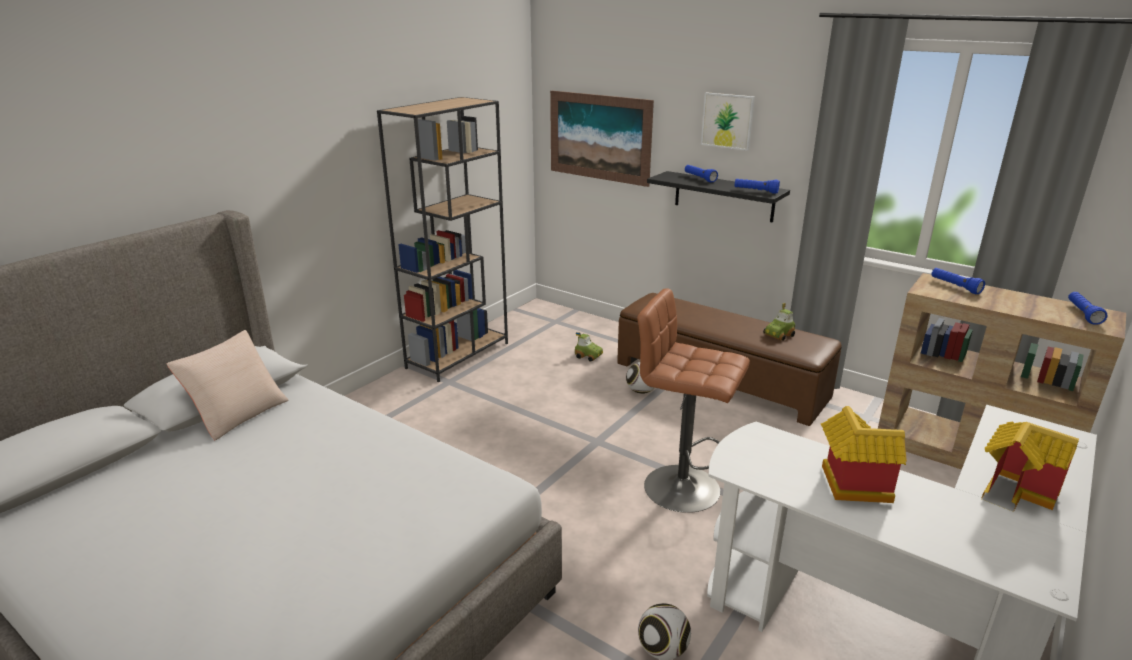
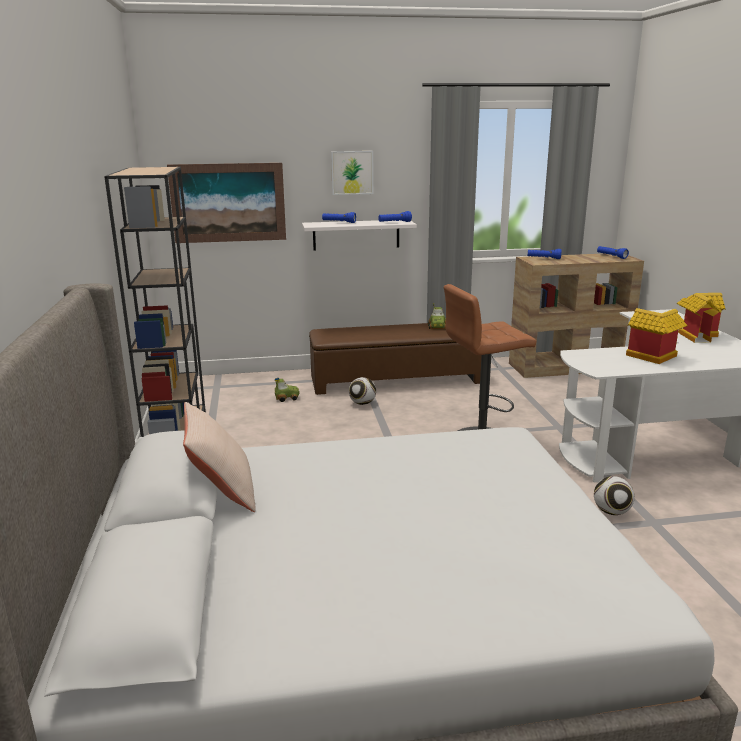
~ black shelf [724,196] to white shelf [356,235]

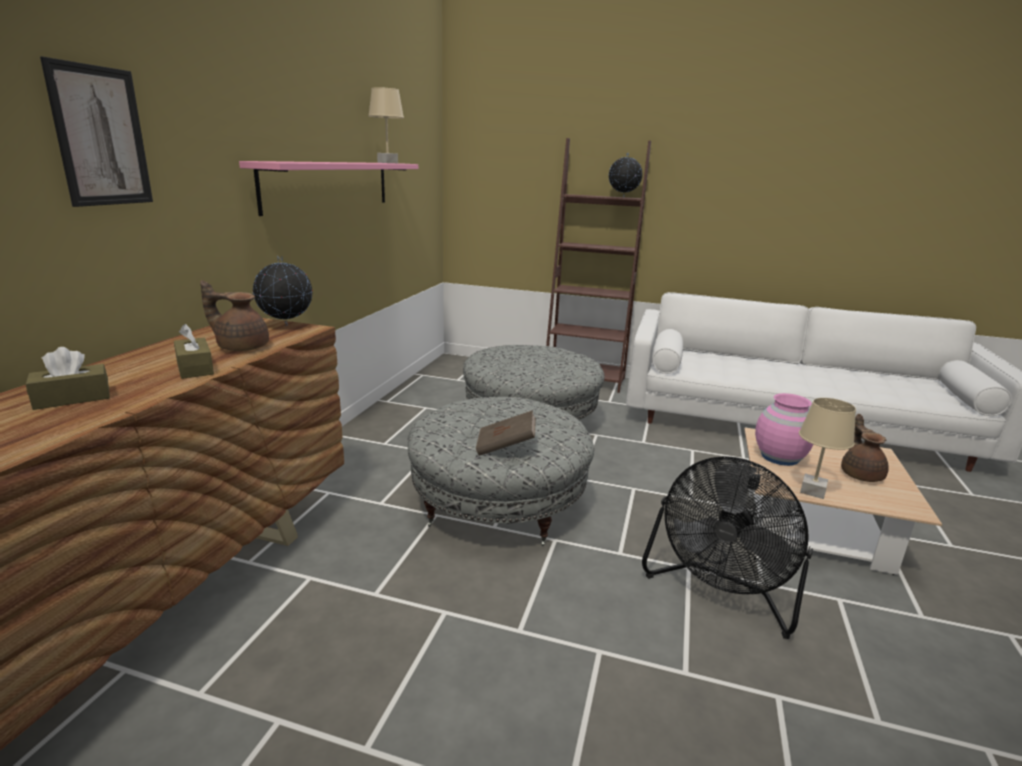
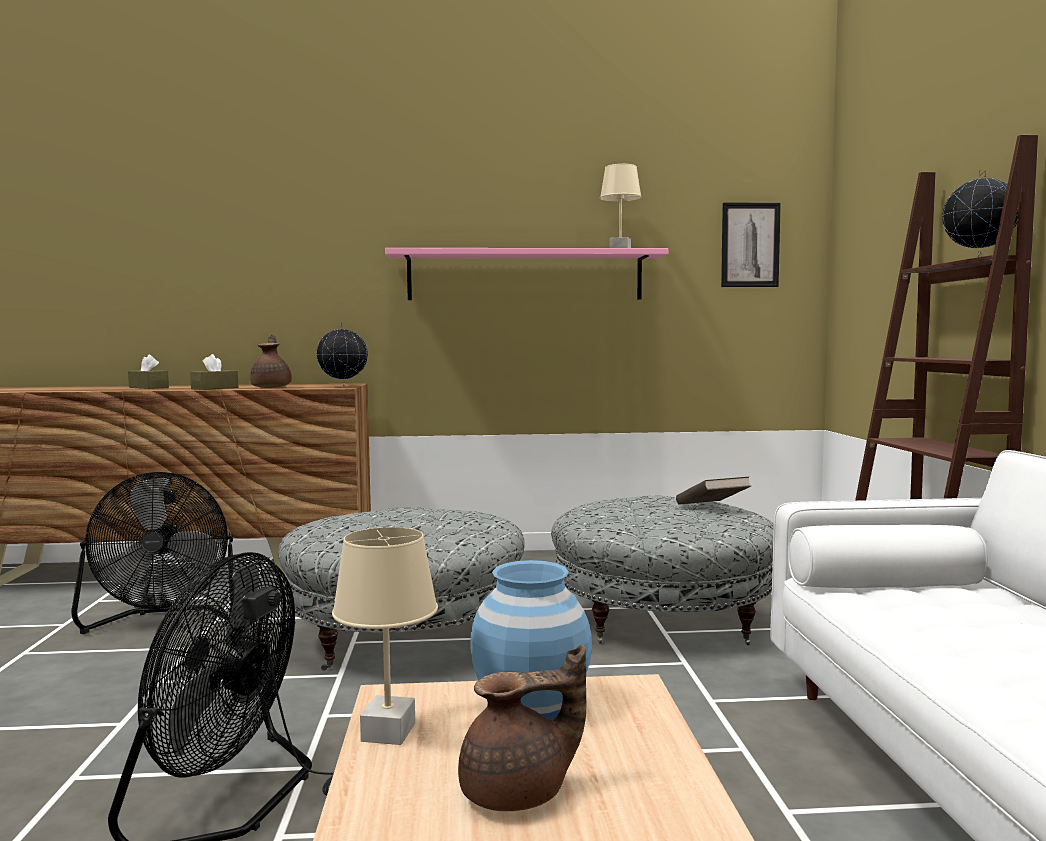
~ picture [101,136] to [750,245]
~ brown book [505,447] to [712,508]
~ pink vase [780,457] to blue vase [530,705]
+ black fan [160,619]

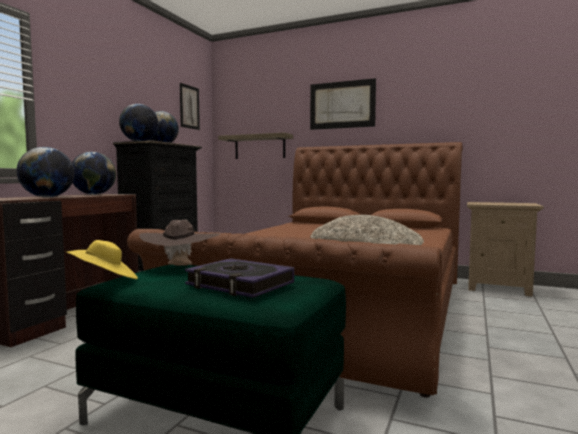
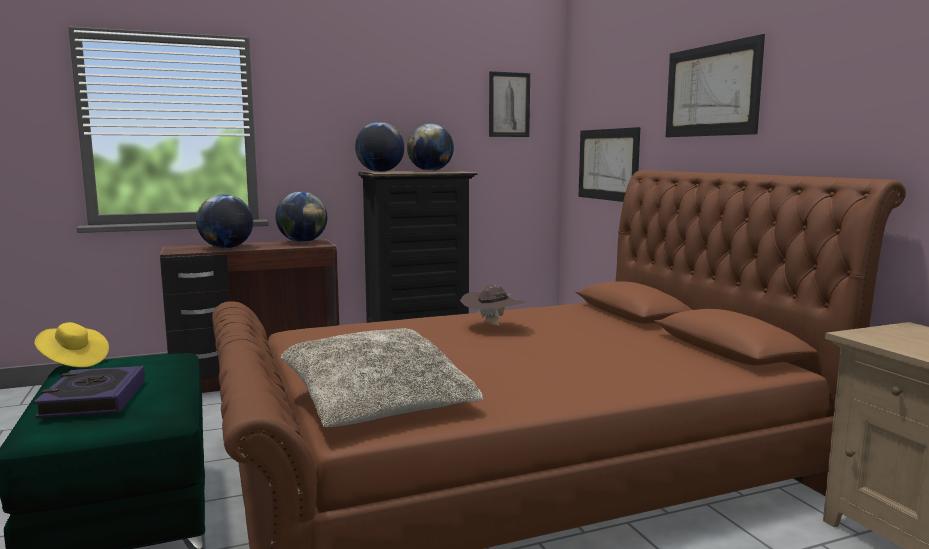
~ brown hat [180,267] to [493,327]
~ shelf [260,147] to picture [607,164]

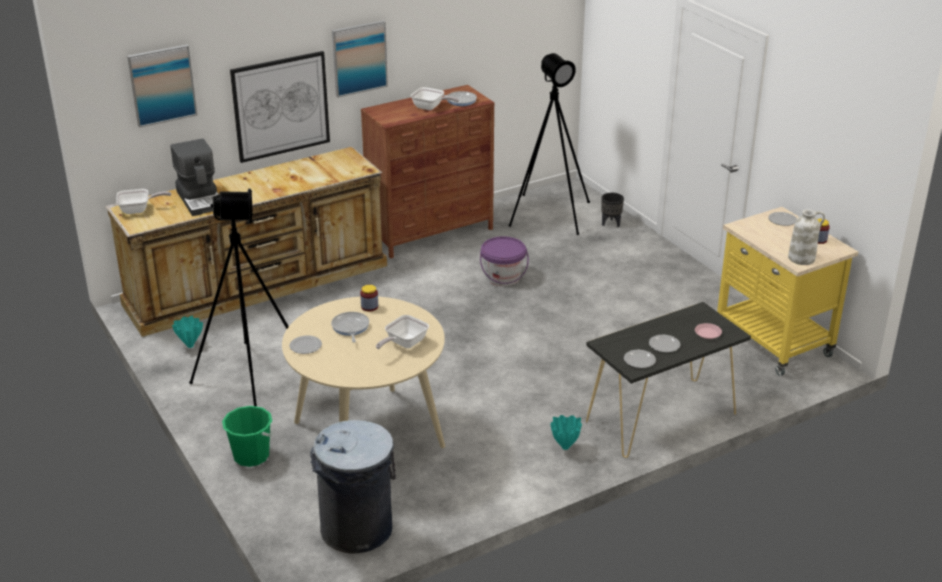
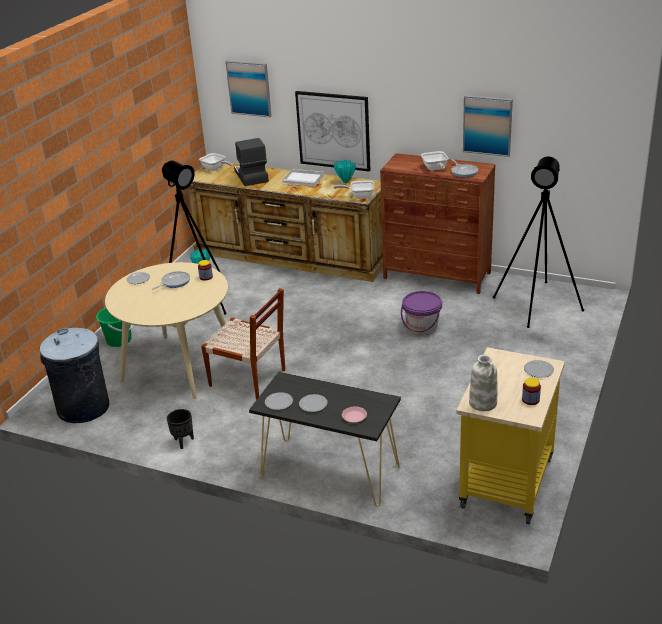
~ coffee machine [201,199] = [250,176] 135 degrees clockwise
~ picture [359,58] to [487,125]
~ frying pan [403,344] to [359,196]
~ turquoise vase [564,447] to [345,182]
~ black planter [610,224] to [183,442]
+ chair [249,379]
+ white tray [304,179]

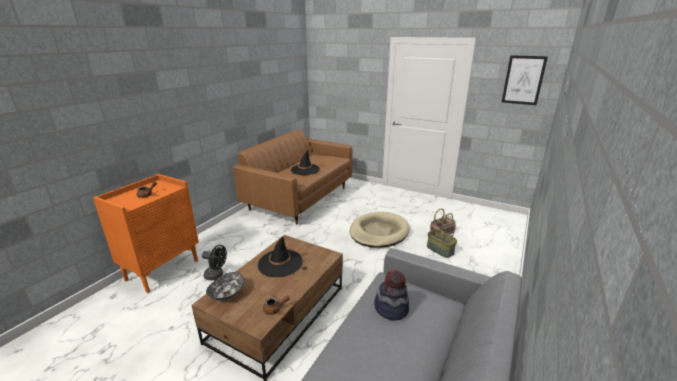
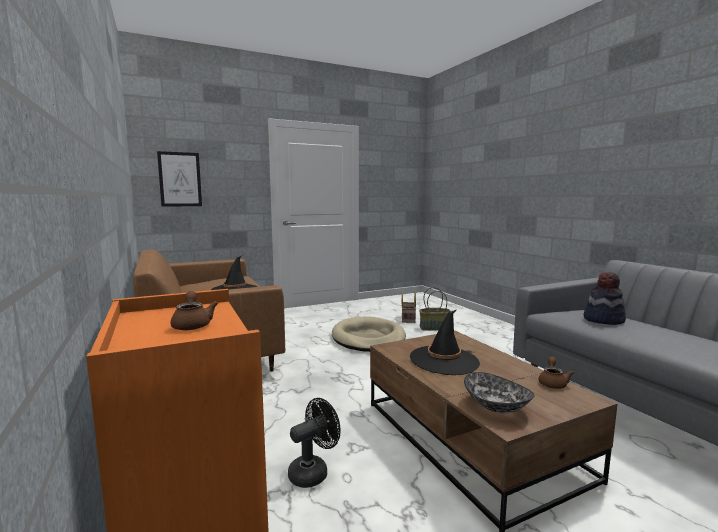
~ picture [523,80] to [180,179]

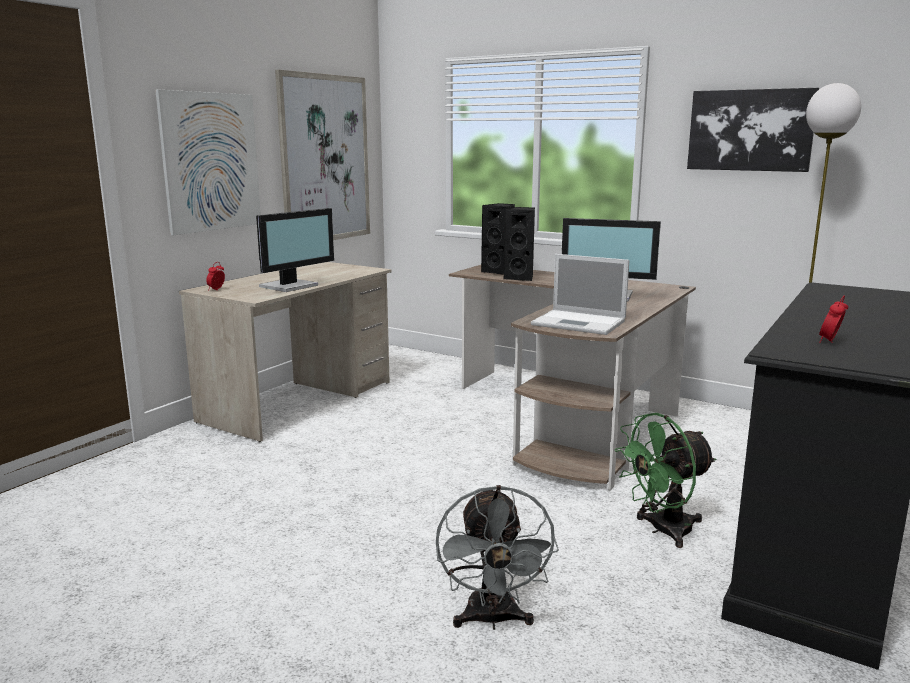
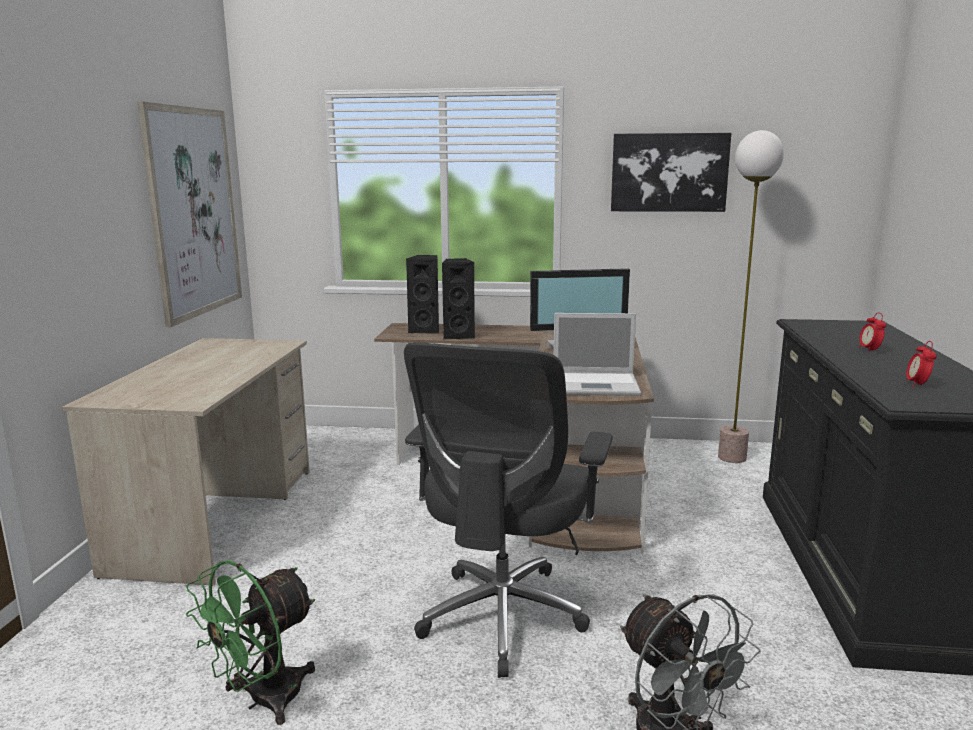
- picture [211,162]
~ alarm clock [216,290] to [869,350]
- monitor [291,286]
~ green fan [662,530] to [263,701]
+ office chair [502,613]

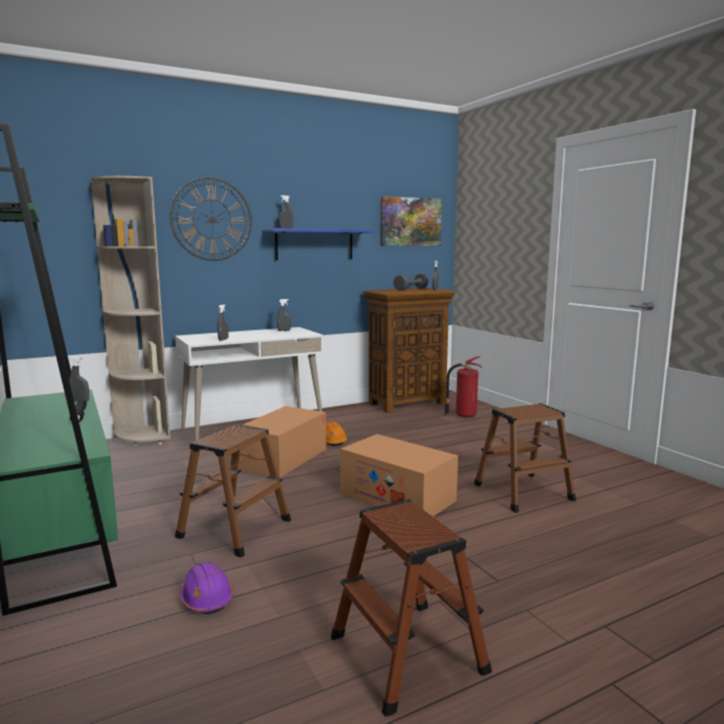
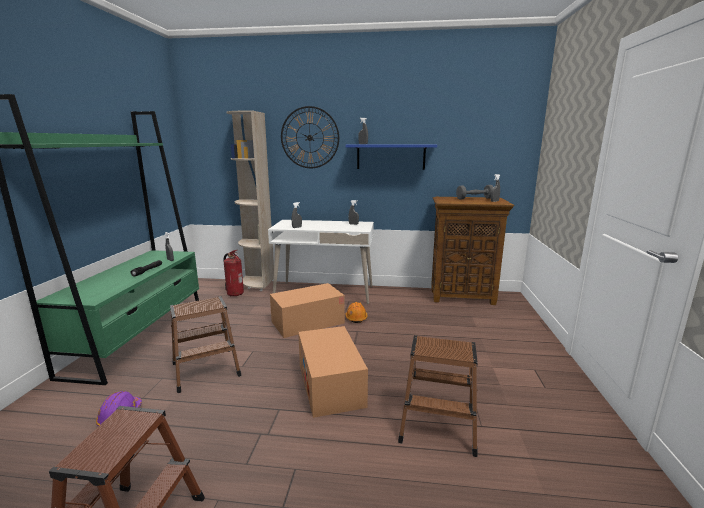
- picture [410,221]
~ fire extinguisher [464,415] to [235,294]

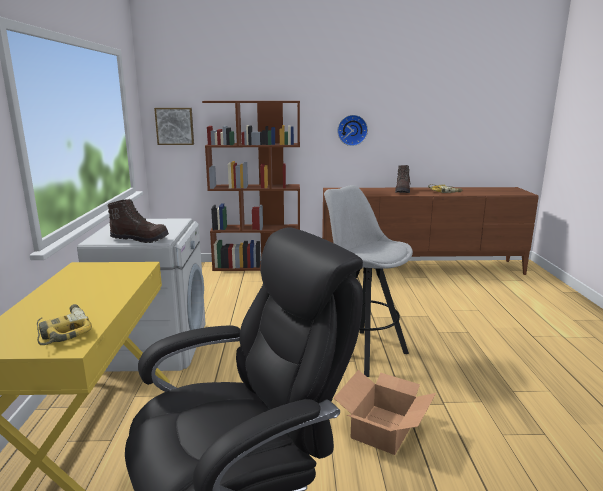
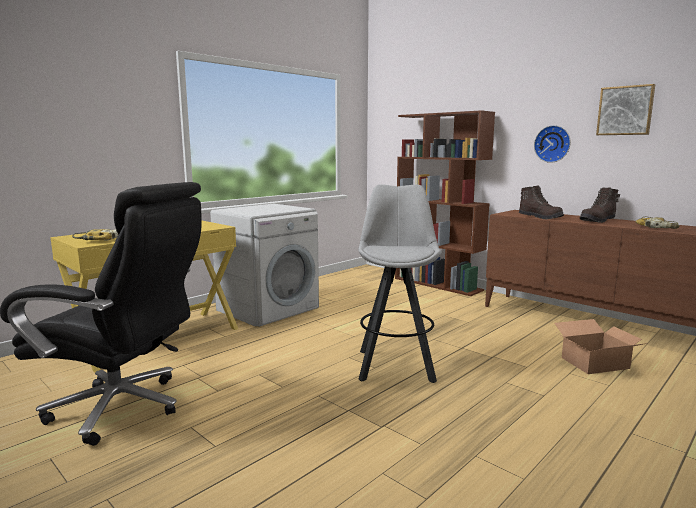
~ brown boot [140,239] to [540,217]
~ picture [175,126] to [625,110]
~ cardboard box [384,428] to [596,363]

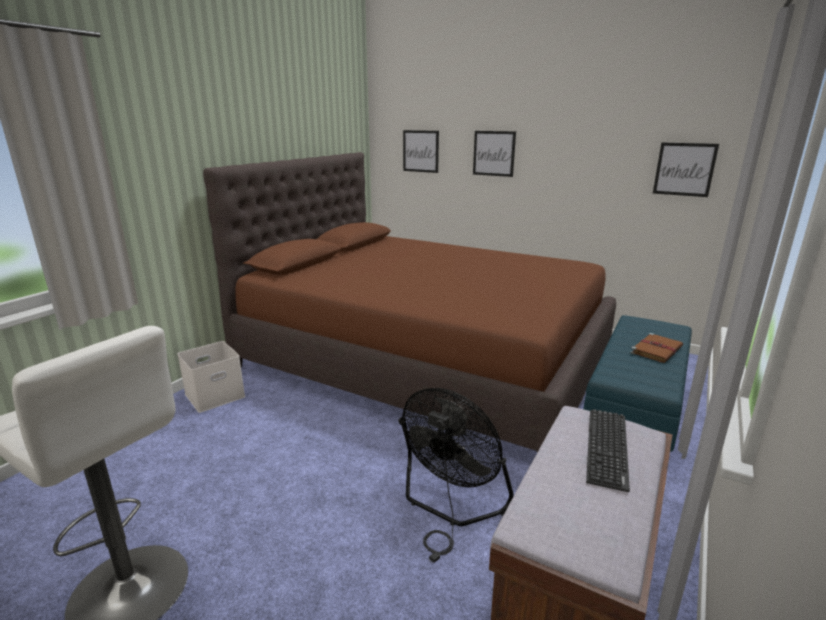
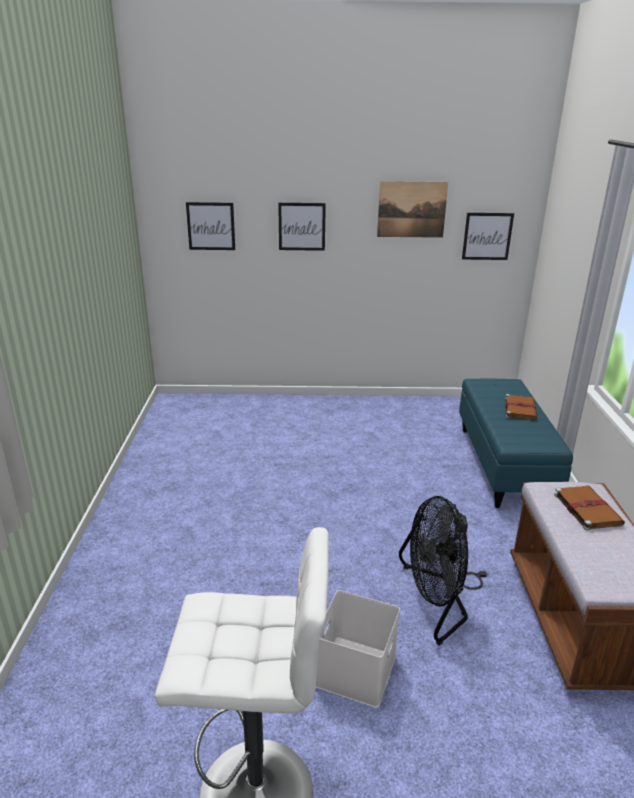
~ white storage box [215,394] to [354,669]
- brown bed [424,359]
~ black fan [445,505] = [440,597] 105 degrees counterclockwise
~ keyboard [607,447] to brown book [586,508]
+ picture [411,209]

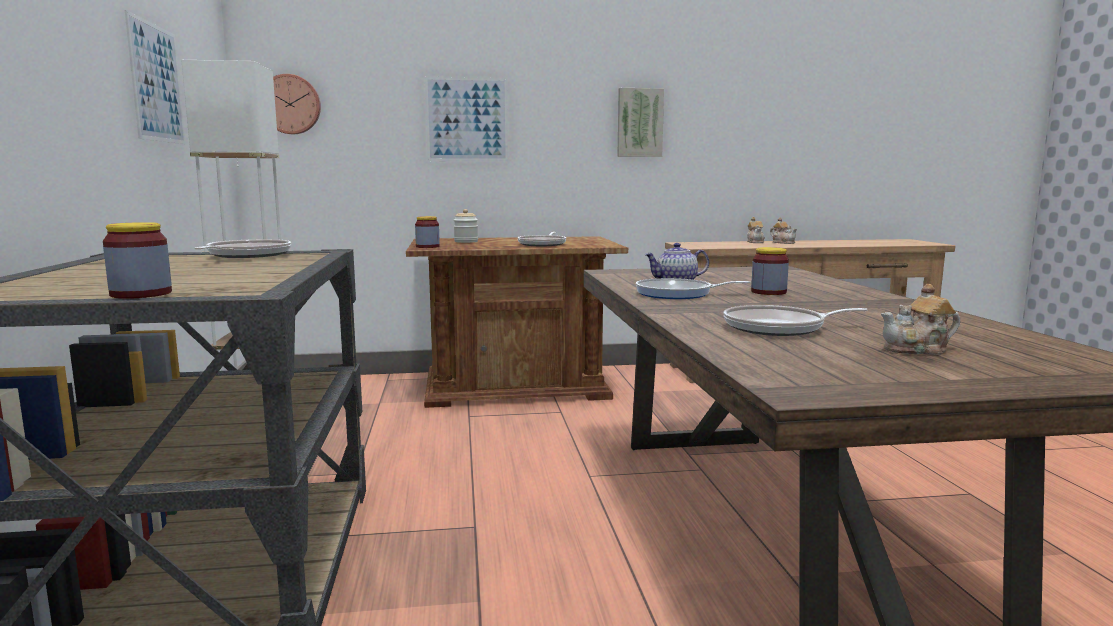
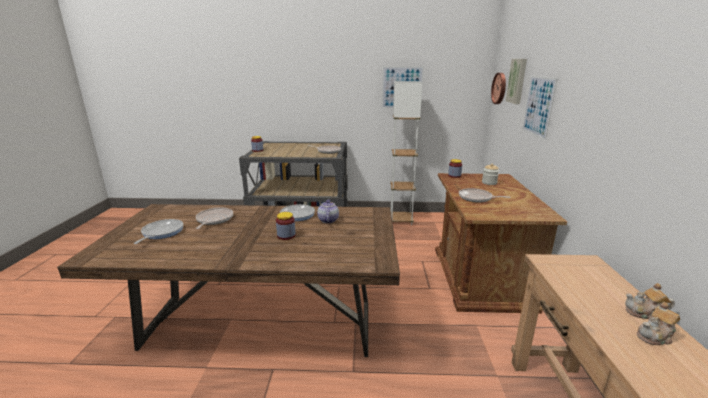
~ picture [639,123] to [517,81]
~ teapot [918,350] to frying pan [161,232]

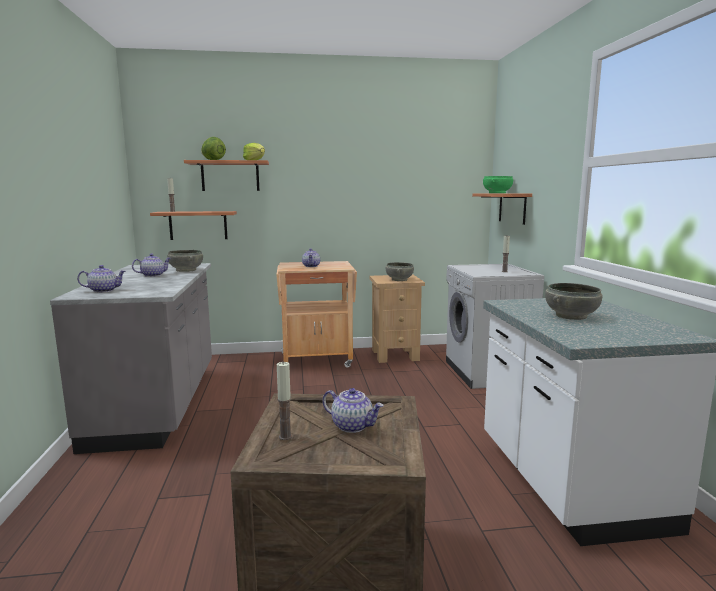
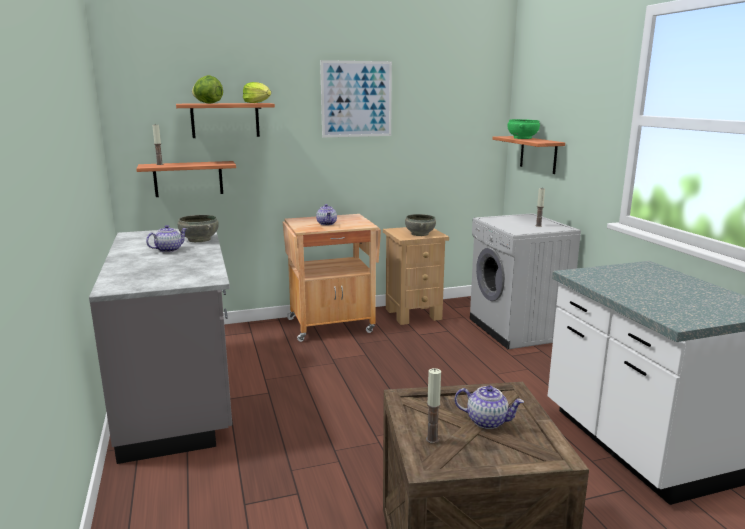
- teapot [104,290]
- grey bowl [570,316]
+ picture [356,99]

